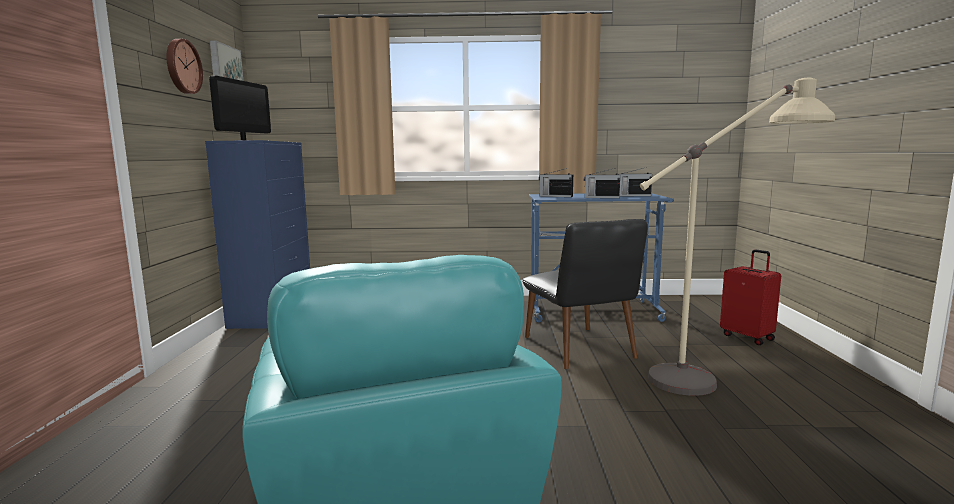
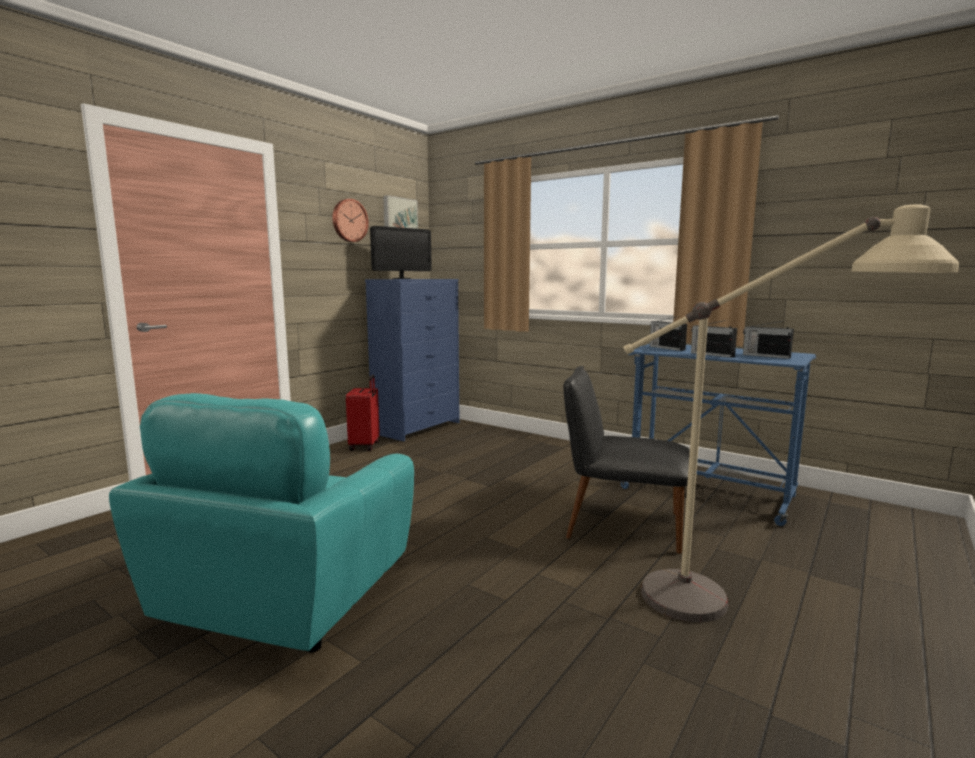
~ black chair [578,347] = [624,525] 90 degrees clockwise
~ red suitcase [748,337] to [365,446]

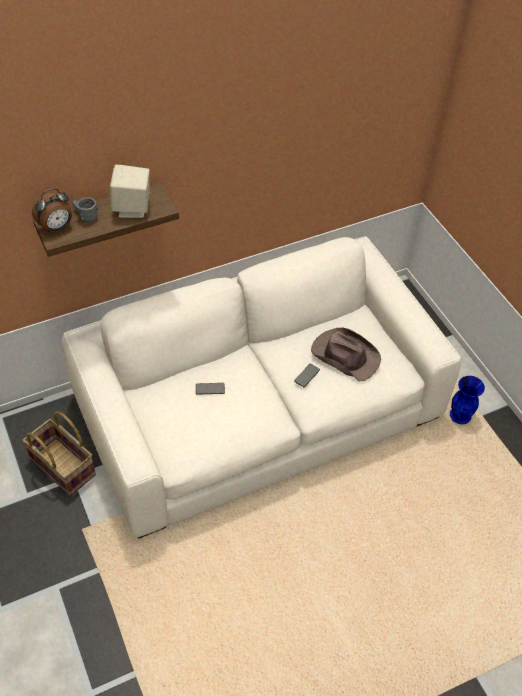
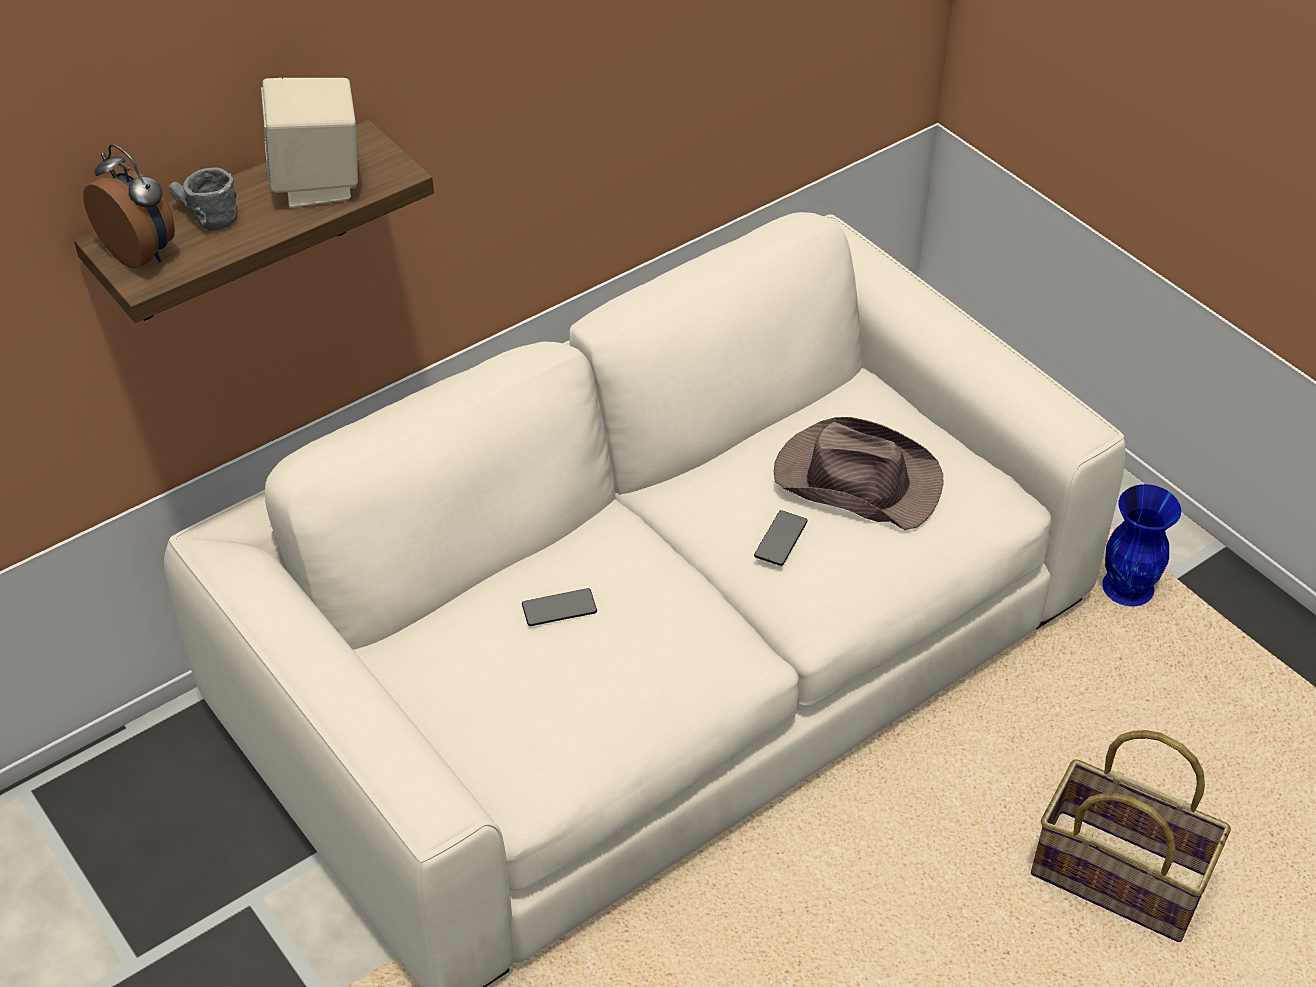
~ basket [64,466] to [1120,876]
~ alarm clock [57,227] = [142,252] 90 degrees counterclockwise

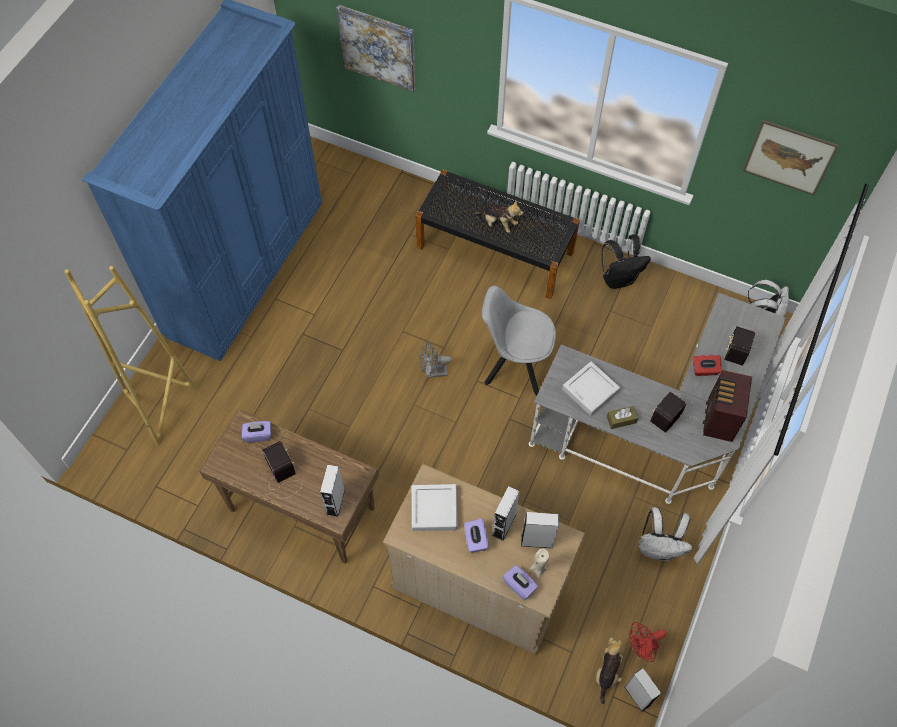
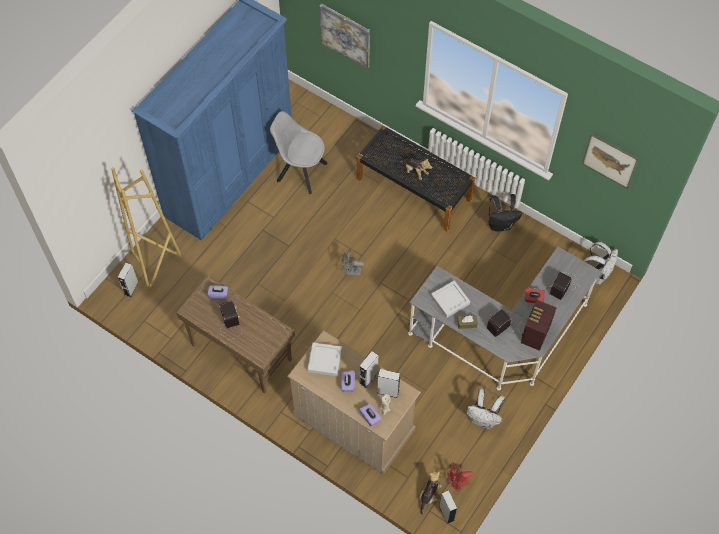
~ grey speaker [335,502] to [131,288]
~ grey chair [515,364] to [300,171]

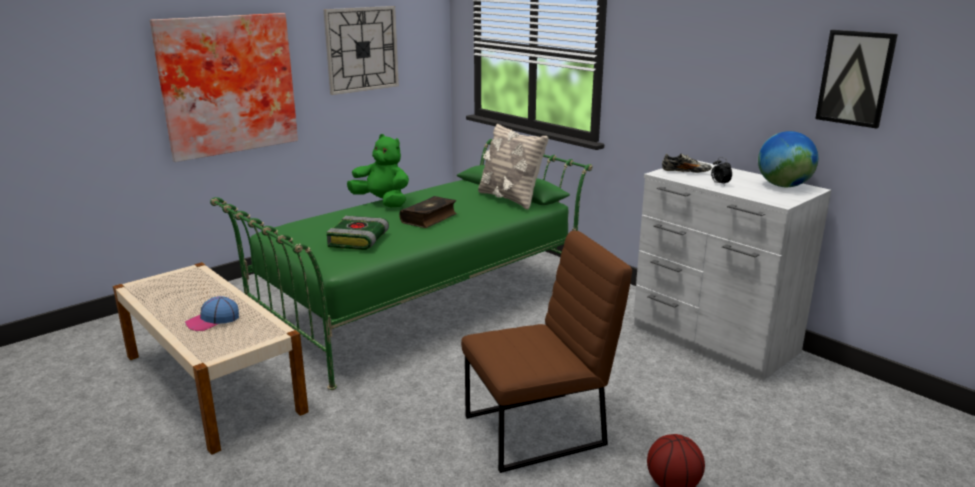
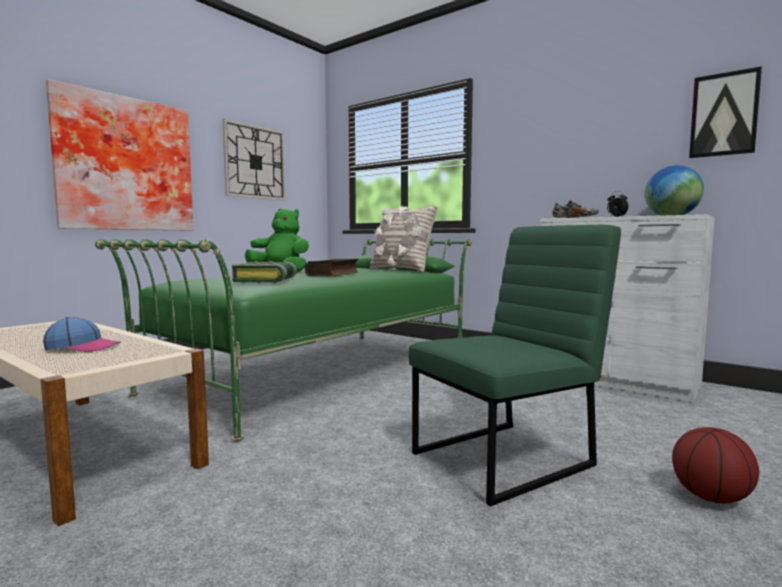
~ cap [213,320] = [83,347] 135 degrees counterclockwise
~ brown chair [539,430] to green chair [507,458]

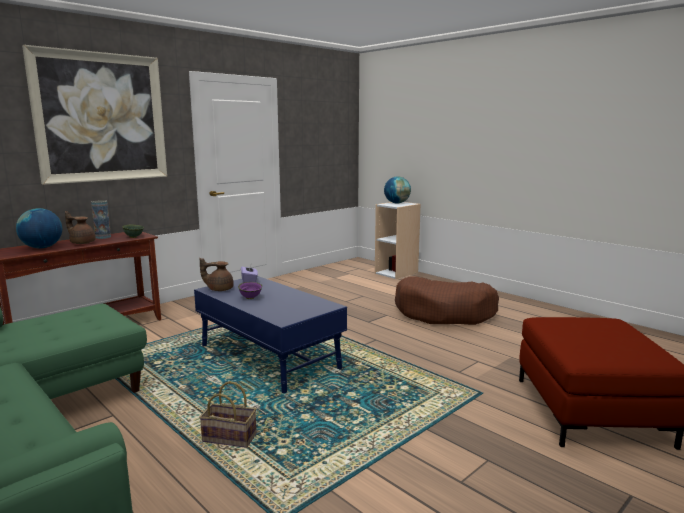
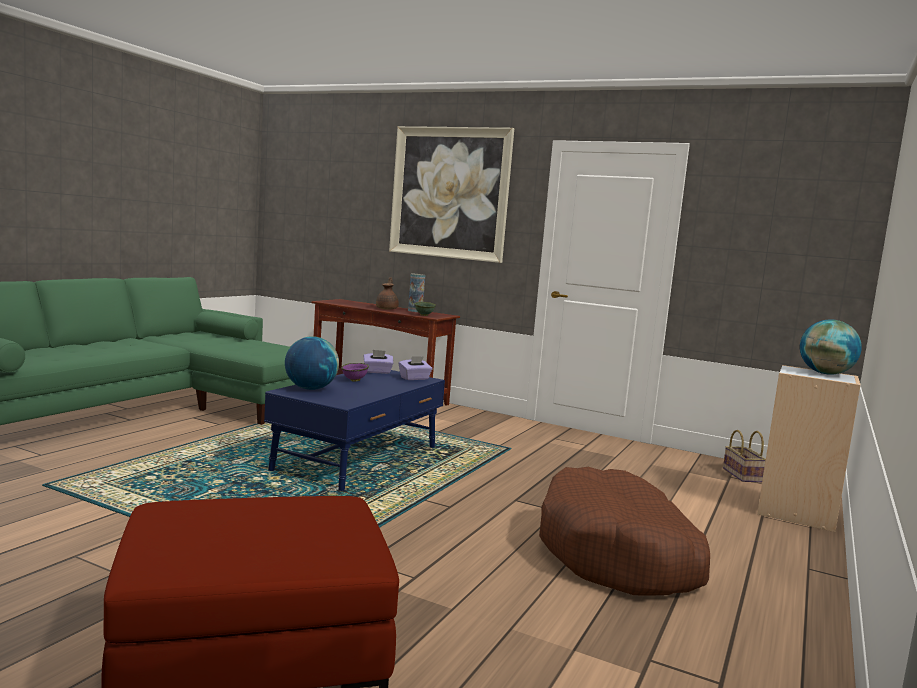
~ globe [42,247] to [310,389]
~ brown teapot [219,289] to purple tissue box [377,372]
~ basket [231,438] to [743,475]

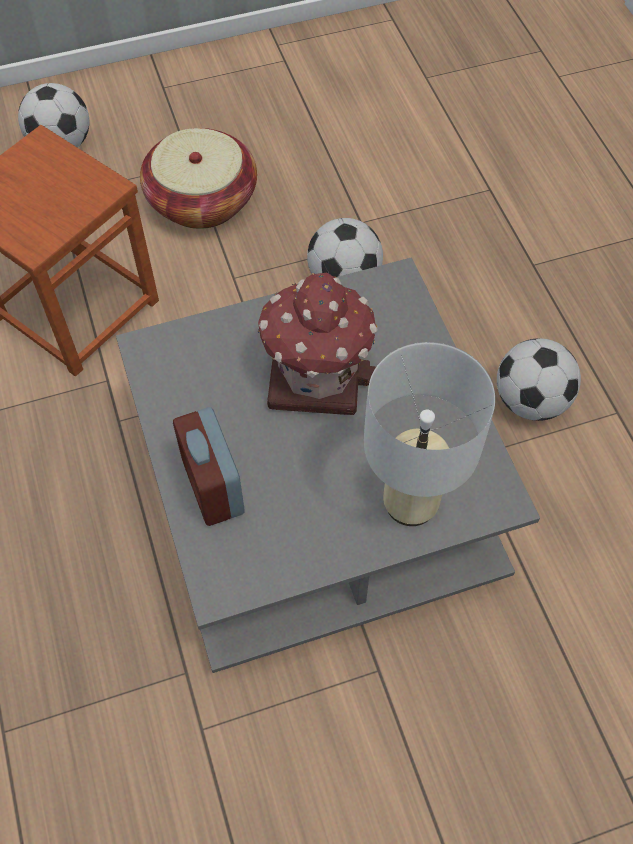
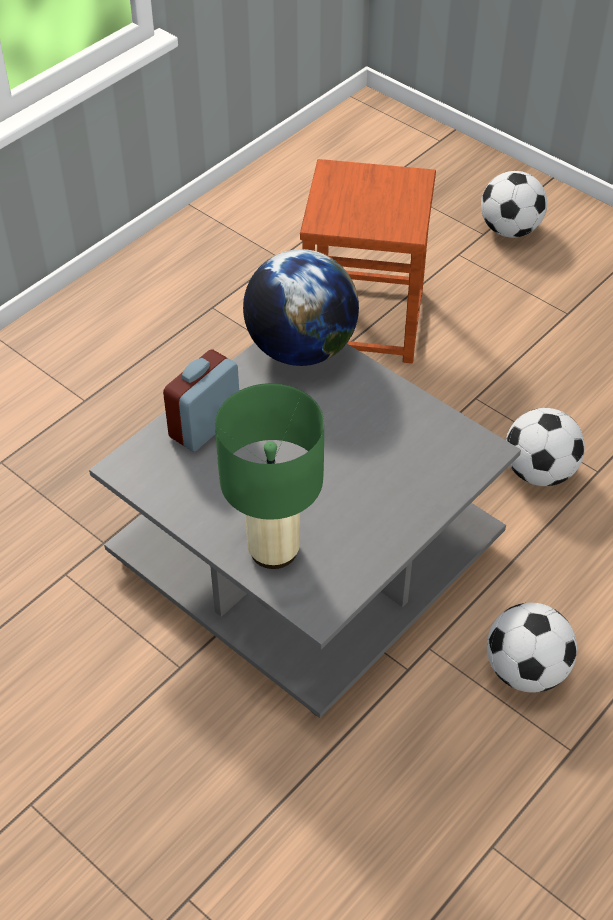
- basket [202,200]
- toy house [316,371]
~ white table lamp [409,502] to green table lamp [273,548]
+ globe [301,349]

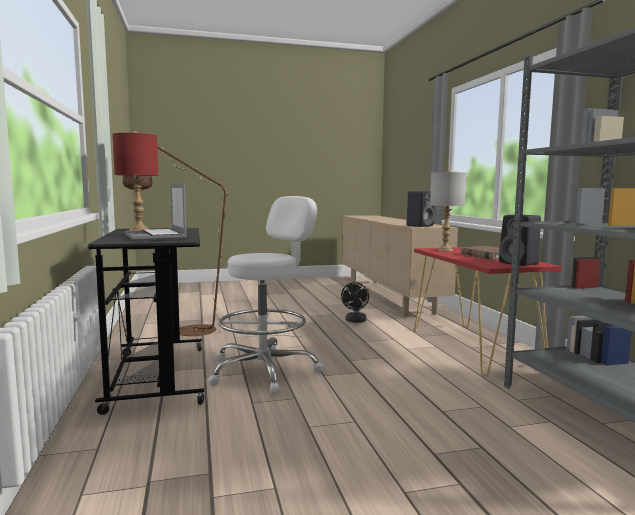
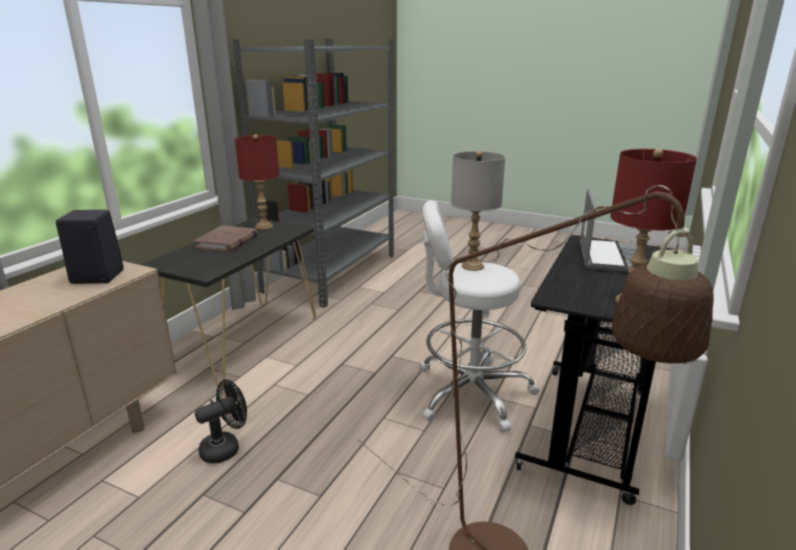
~ red console table [474,348] to black console table [245,340]
~ grey table lamp [445,250] to [473,266]
~ black speaker [520,263] to red table lamp [264,226]

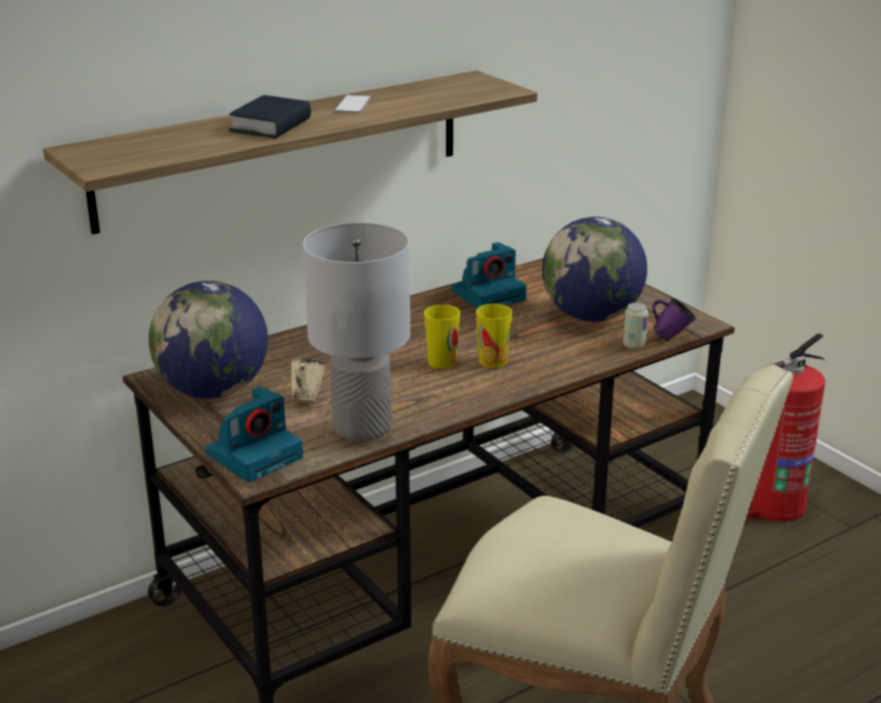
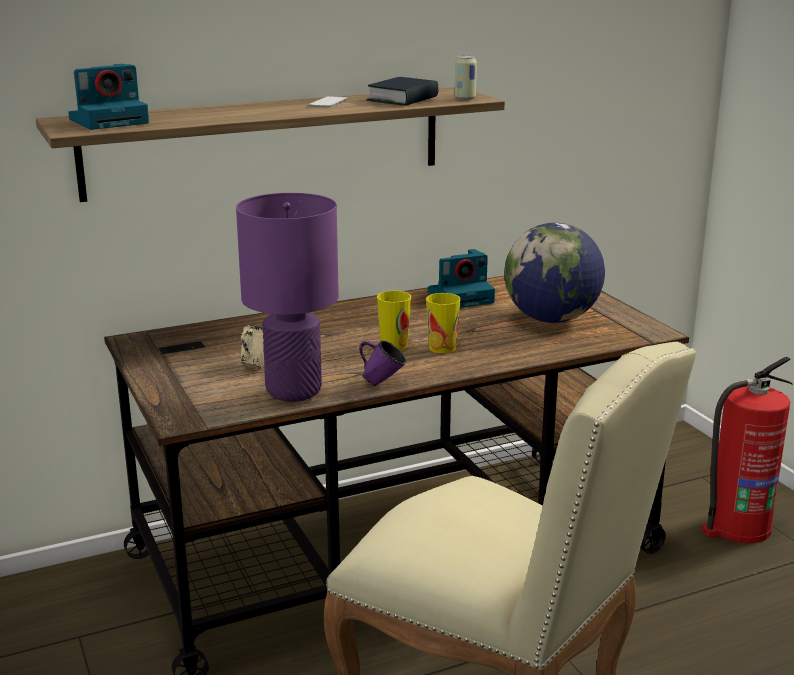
- globe [213,391]
~ photo camera [255,454] to [110,121]
~ book [271,125] to [403,99]
~ grey table lamp [361,432] to purple table lamp [293,394]
~ can [634,345] to [465,98]
~ purple mug [671,338] to [382,383]

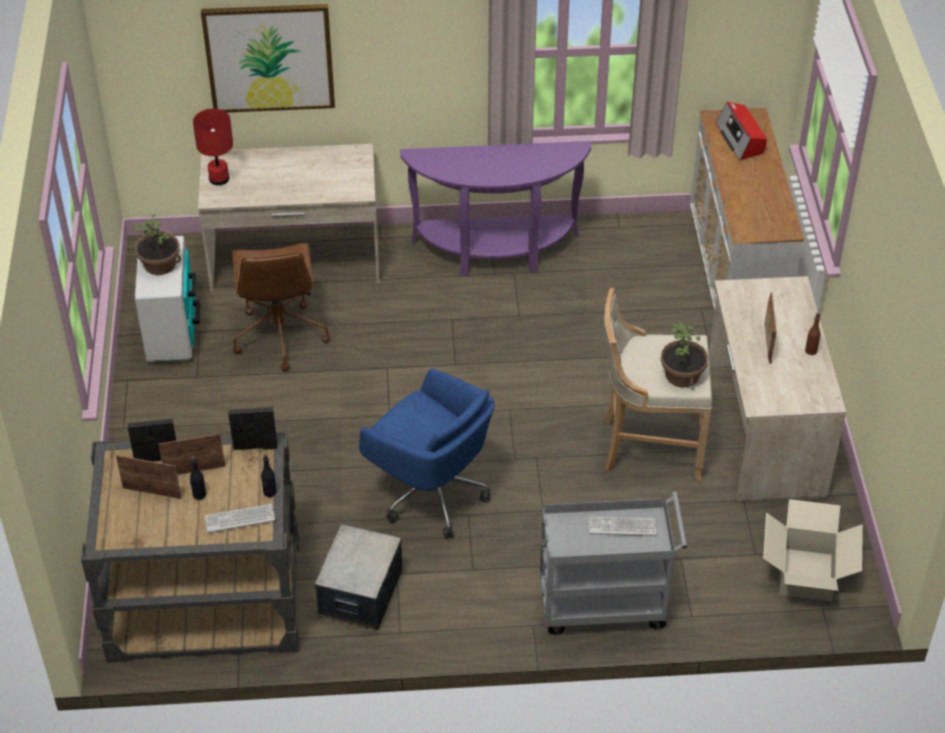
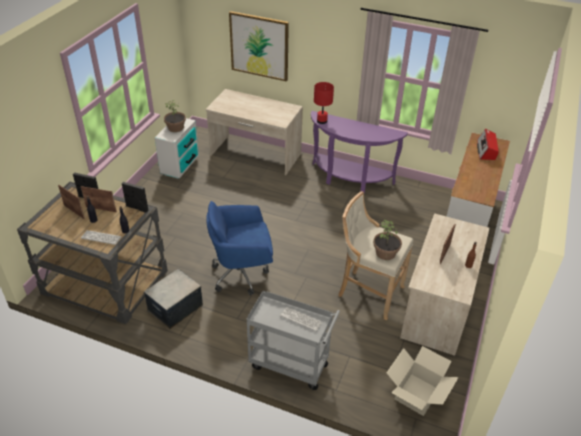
~ red table lamp [219,178] to [322,121]
- brown office chair [279,333]
~ blue office chair [430,495] = [242,275] 105 degrees clockwise

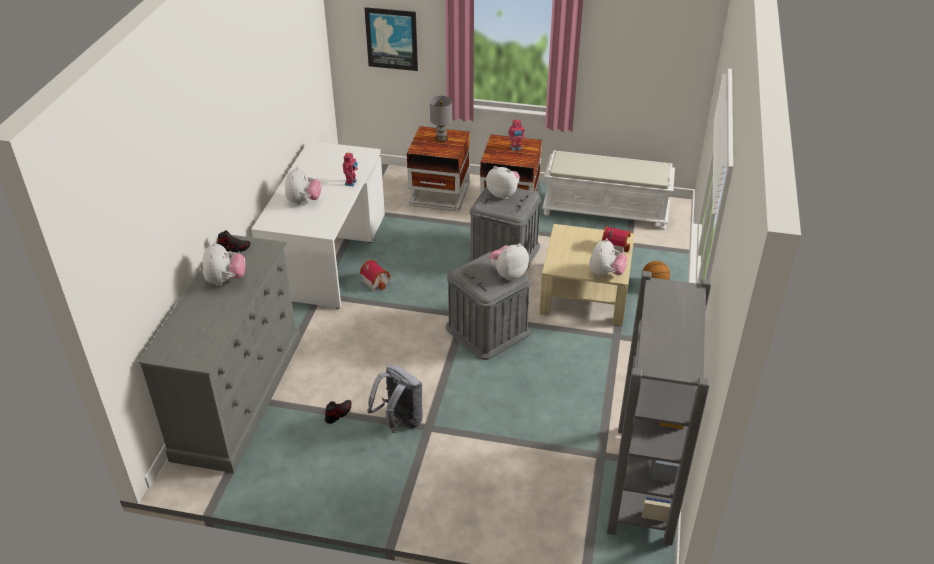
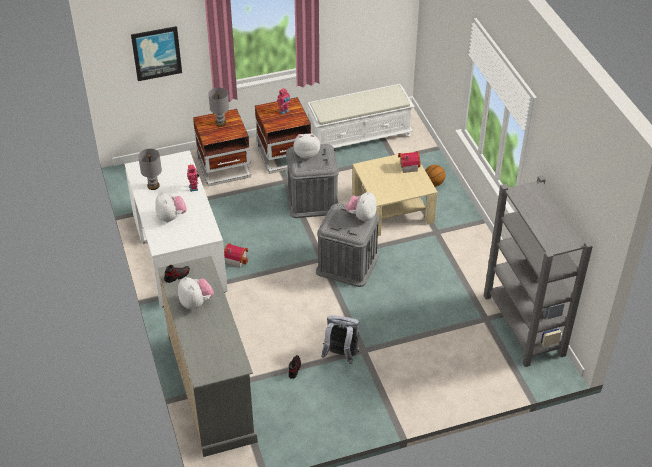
- plush toy [606,273]
+ grey table lamp [153,186]

